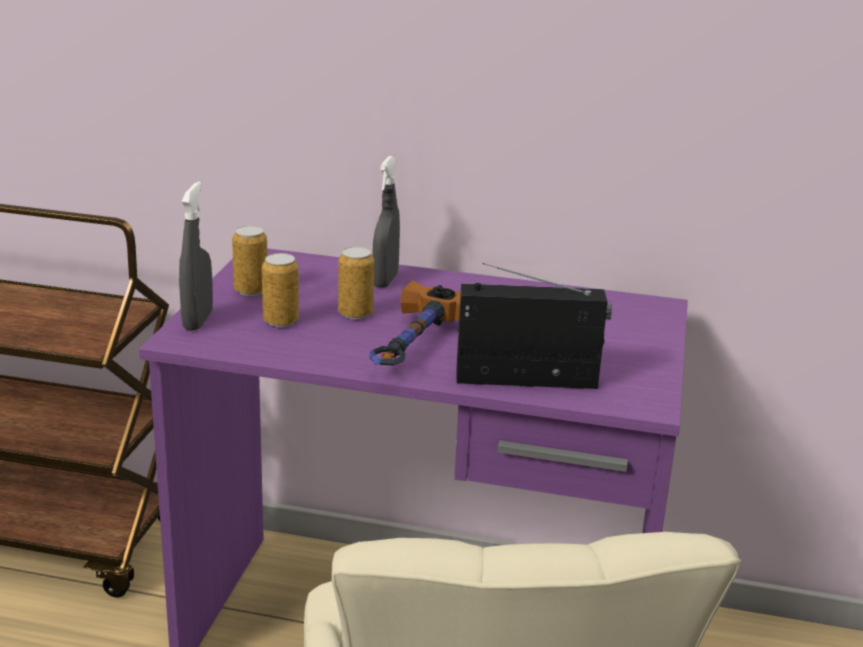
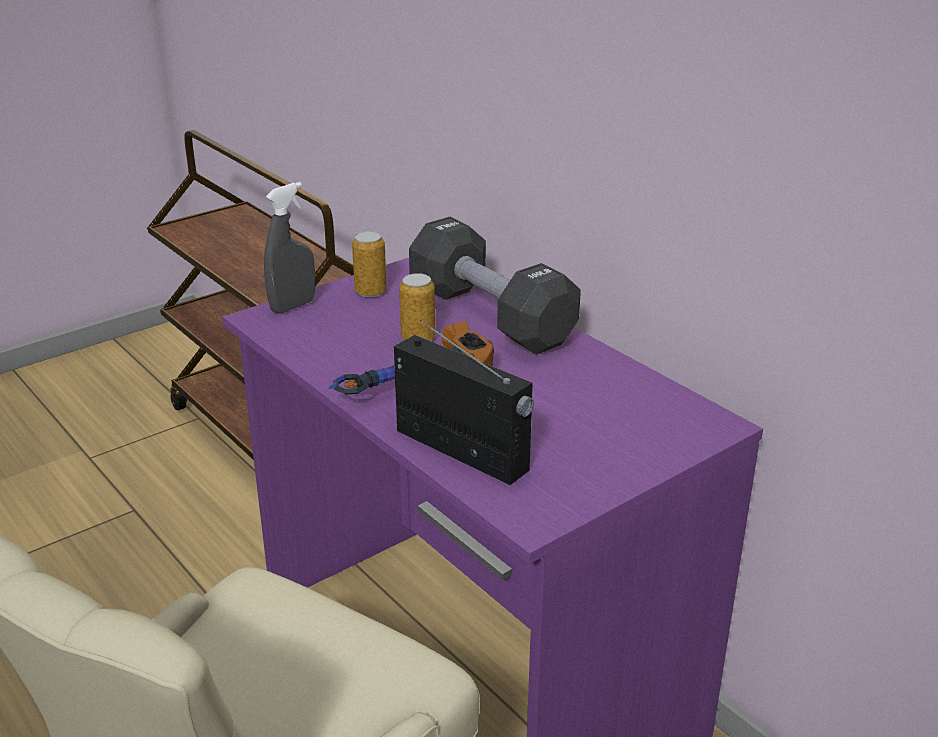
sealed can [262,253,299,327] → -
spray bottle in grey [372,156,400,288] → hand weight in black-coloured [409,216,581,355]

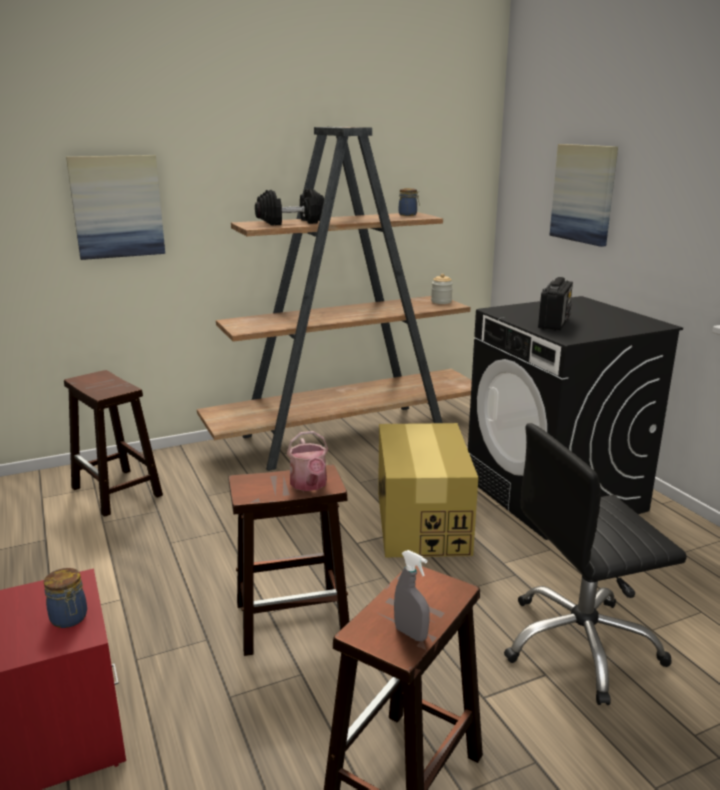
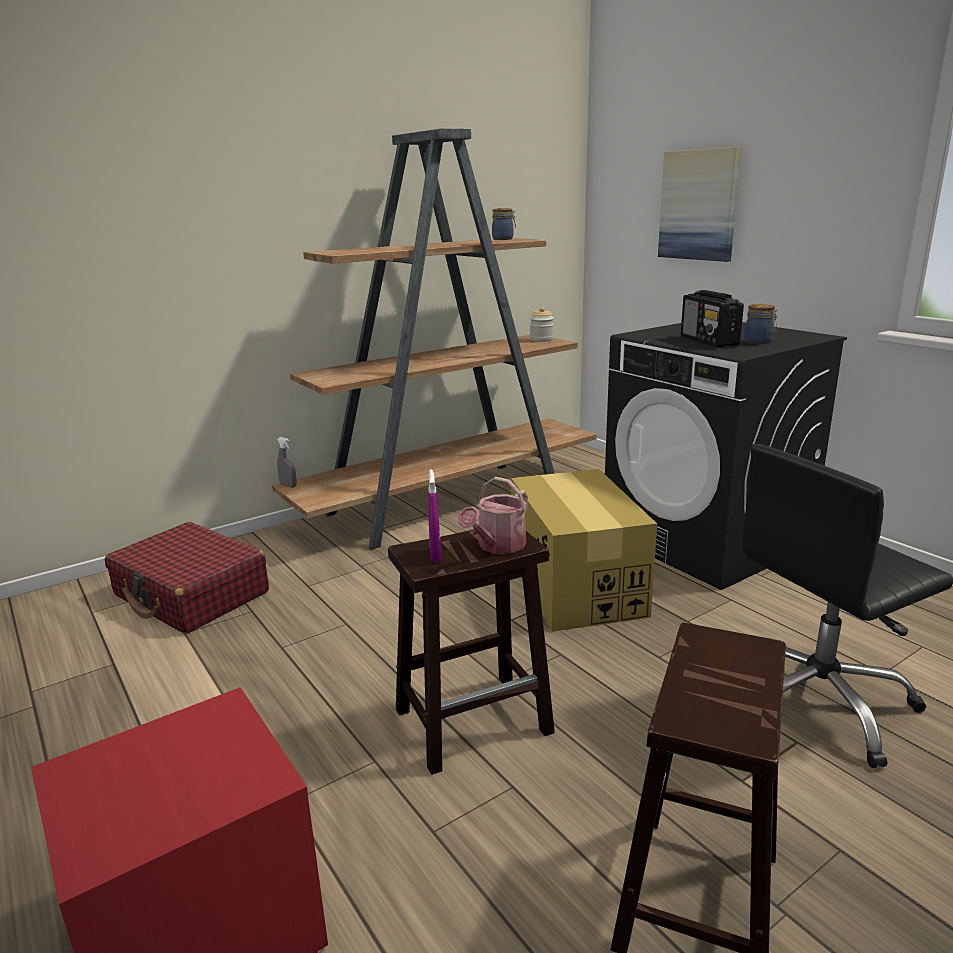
wall picture [66,155,165,260] → -
hand weight in black-coloured [255,189,324,226] → -
- → spray bottle in purple-coloured [428,469,441,562]
preserve jar [44,568,87,628] → preserve jar [744,304,778,344], shifted
spray bottle in grey [394,550,430,641] → spray bottle in grey [277,437,297,488], shifted
stool in brown-coloured [64,370,163,517] → piece of luggage in red [105,522,269,634]
watering pot [287,431,328,491] → watering pot [458,477,528,554], 60 degrees clockwise
radio receiver [538,277,573,331] → radio receiver [681,290,744,348], 150 degrees clockwise

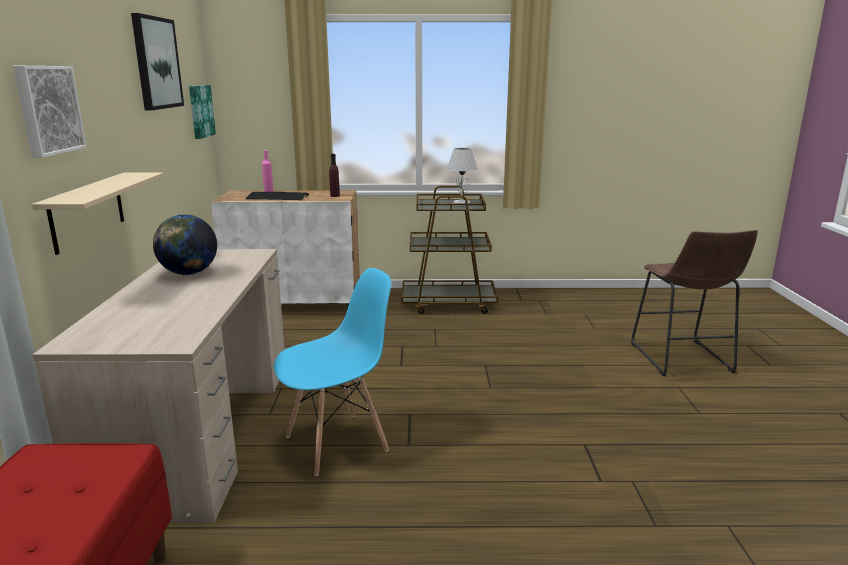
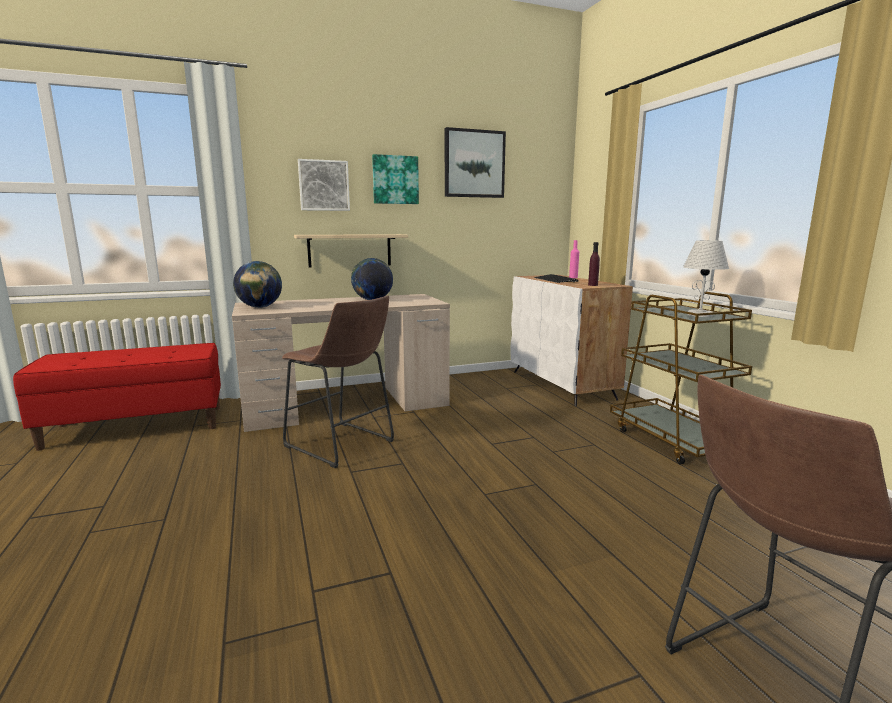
- → globe [233,261,282,308]
wall picture [189,85,216,139] → wall picture [372,154,419,204], shifted
upright chair in blue [274,268,391,476] → stool in brown-coloured [282,295,394,468]

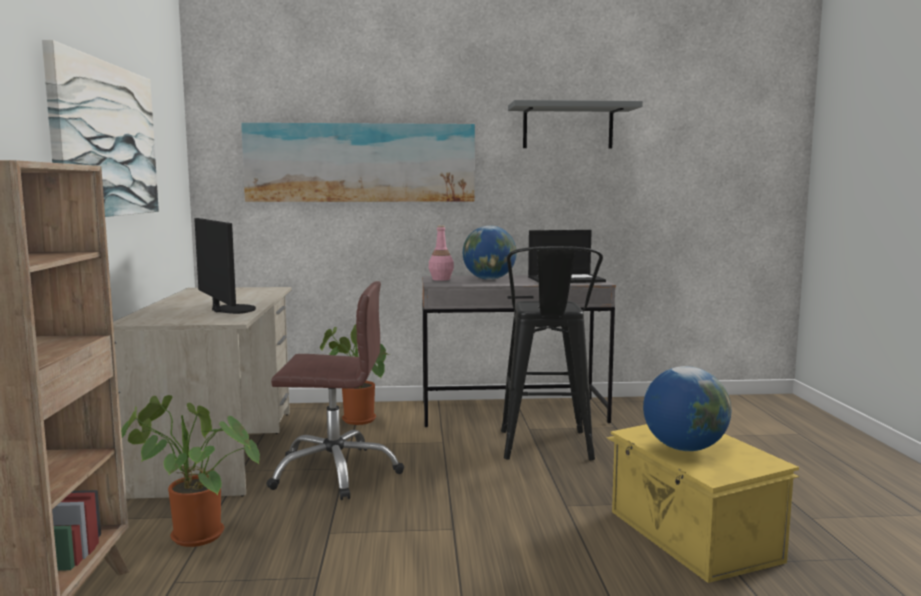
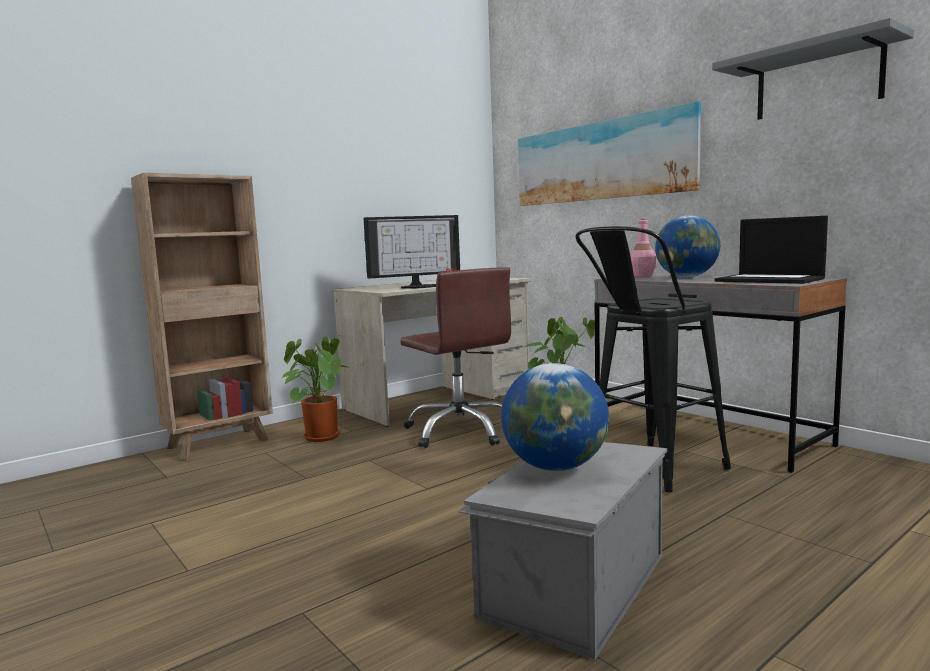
wall picture [42,40,159,217] → -
storage box in yellowish [606,424,799,583] → storage box in grey [458,442,667,660]
monitor [194,218,256,314] → monitor [363,215,460,289], 45 degrees clockwise

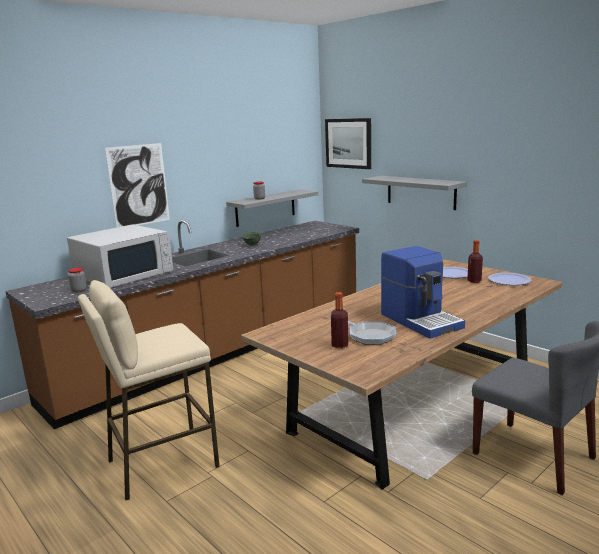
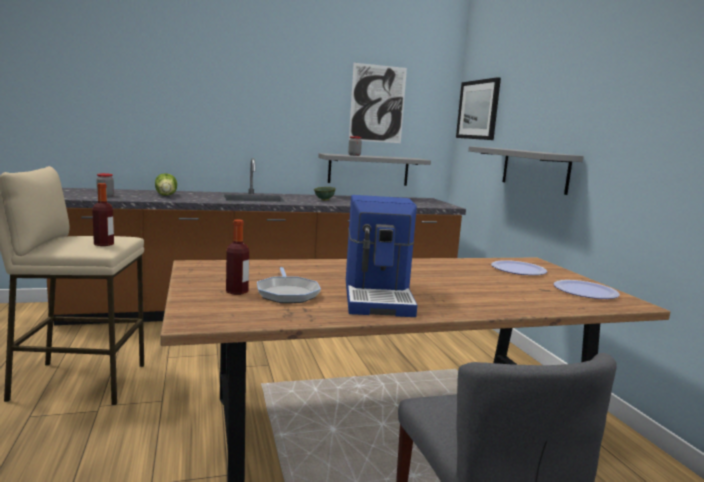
wall picture [105,143,170,228] → wall picture [349,63,407,143], shifted
drink bottle [467,240,483,283] → drink bottle [92,183,114,246], shifted
microwave in white [67,224,173,288] → head of lettuce [155,173,177,196]

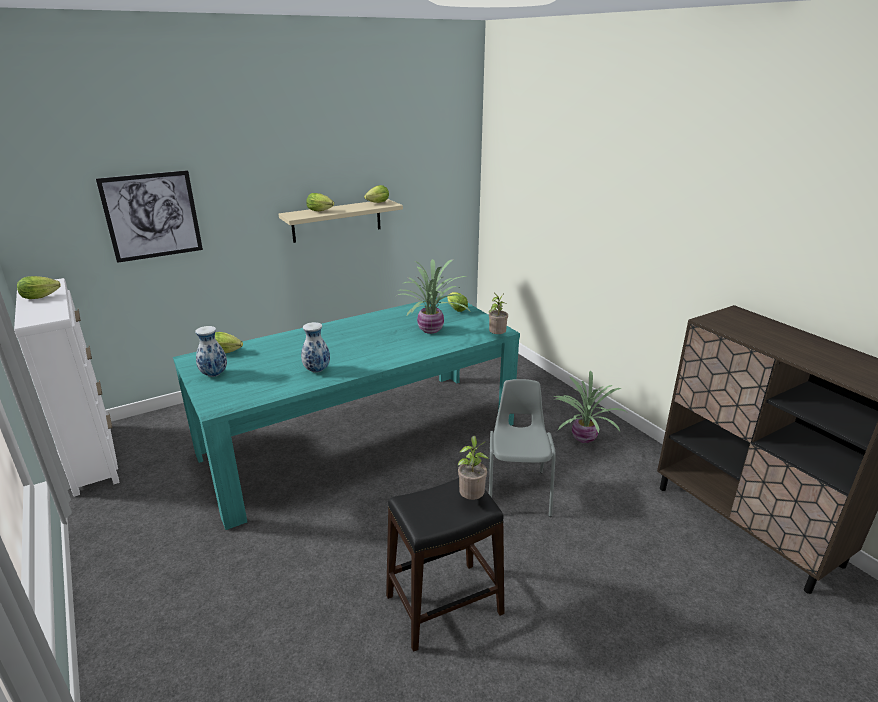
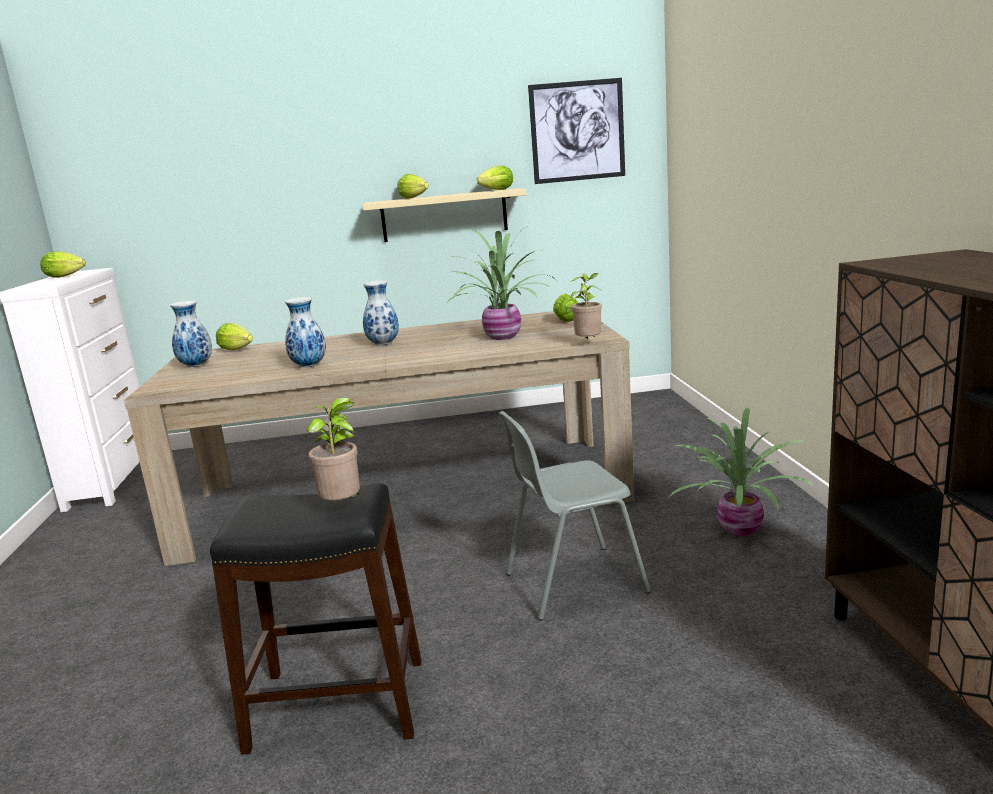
- → vase [363,281,399,345]
wall picture [96,170,203,263] → wall picture [528,78,625,184], shifted
dining table in turquoise [173,295,520,530] → dining table in beige [124,311,634,566]
upright chair in grey [489,379,556,517] → upright chair in grey [499,411,651,620], 135 degrees counterclockwise

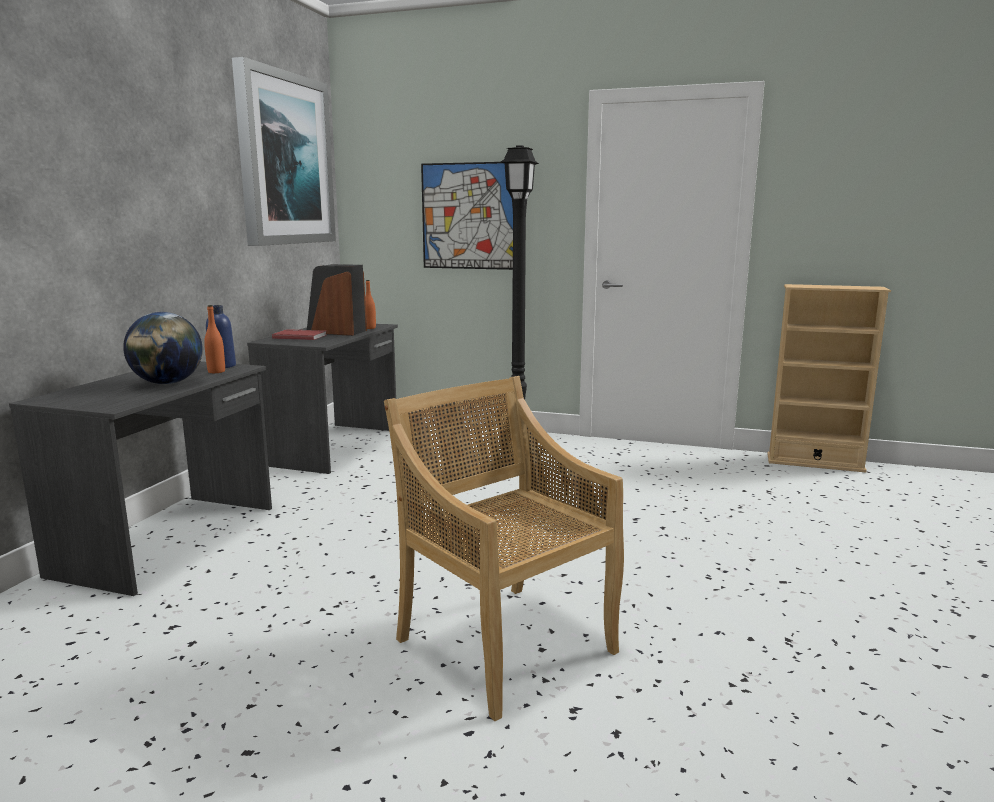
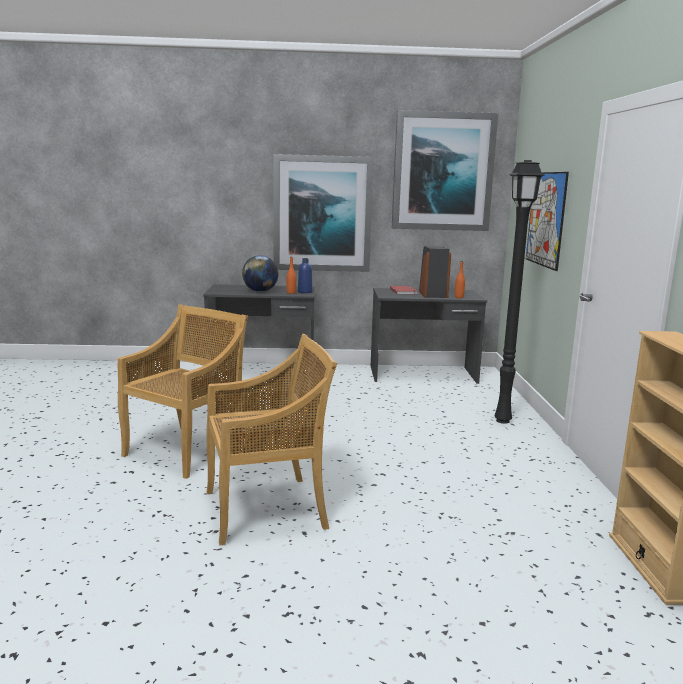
- → upright chair in beige [206,334,337,546]
- → wall picture [273,154,374,272]

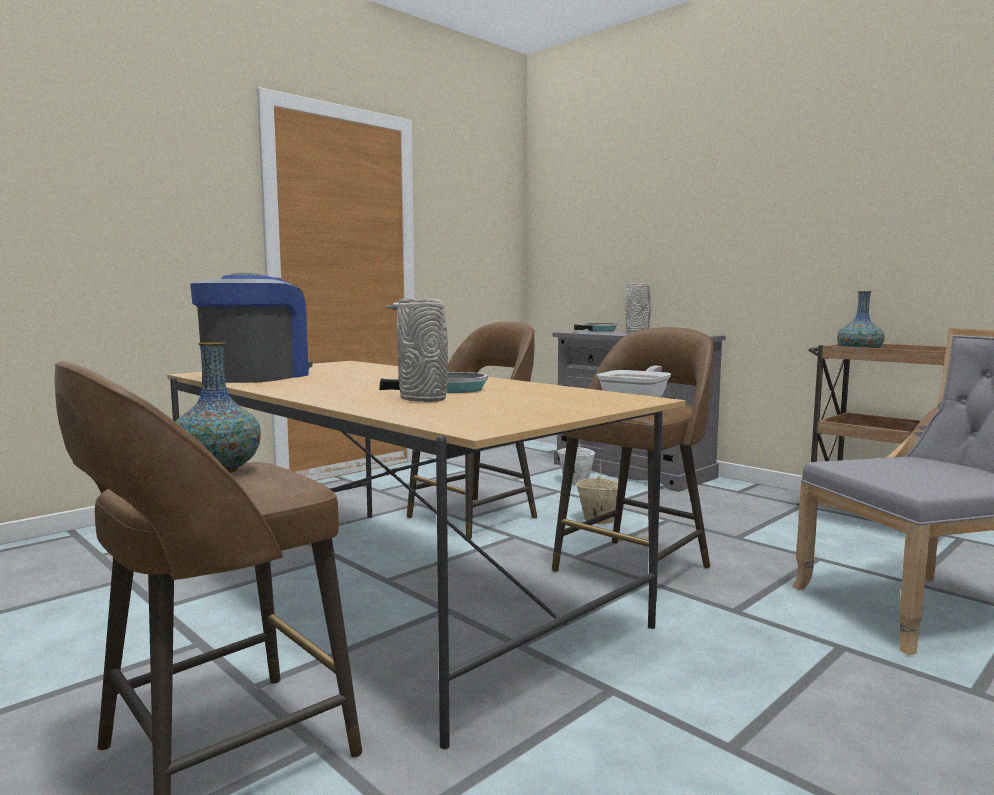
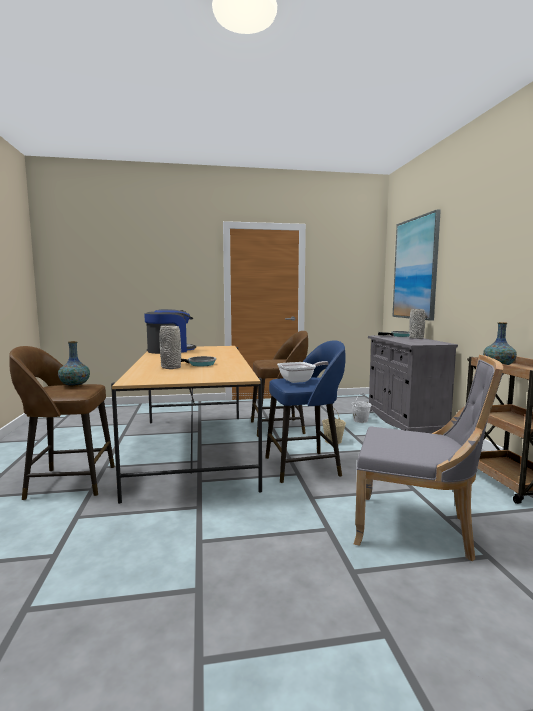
- → wall picture [392,209,441,321]
stool in brown-coloured [552,327,713,602] → stool in blue [265,340,346,483]

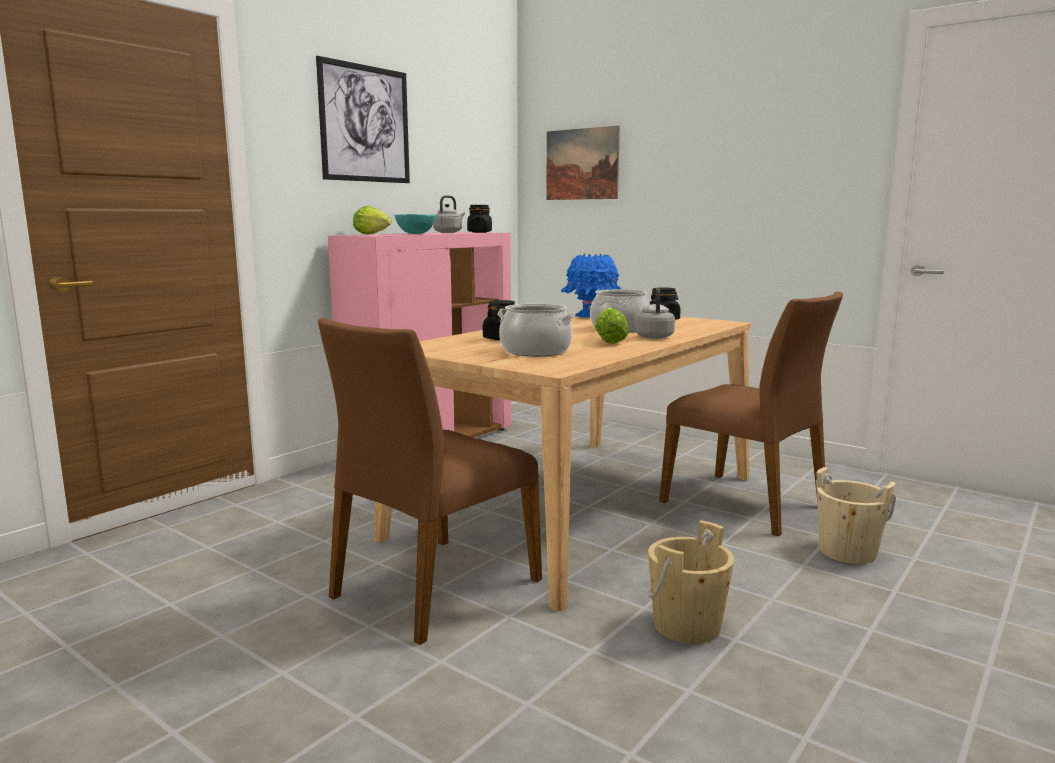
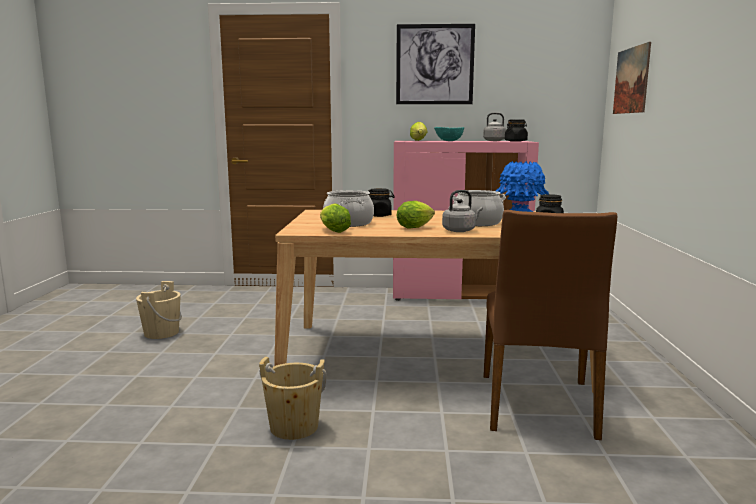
upright chair in brown-coloured [318,317,542,645] → -
- → head of lettuce [320,204,351,233]
pail in beige [816,467,896,564] → pail in beige [136,281,182,339], shifted

